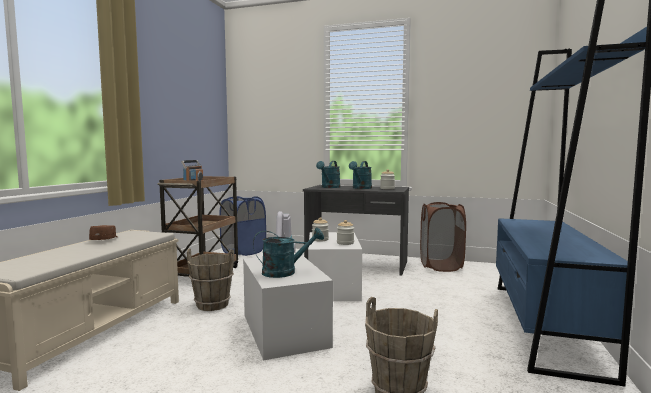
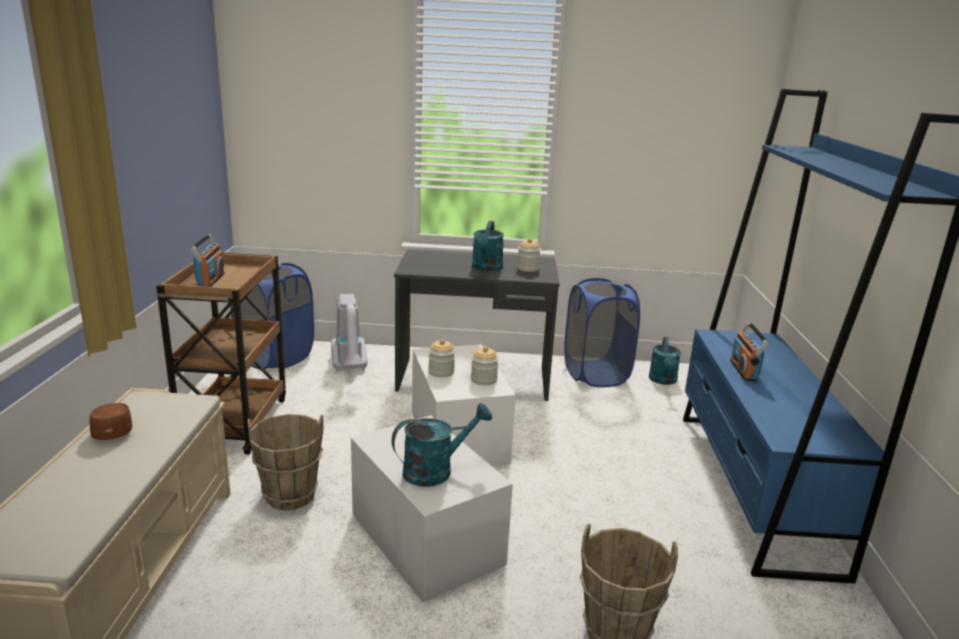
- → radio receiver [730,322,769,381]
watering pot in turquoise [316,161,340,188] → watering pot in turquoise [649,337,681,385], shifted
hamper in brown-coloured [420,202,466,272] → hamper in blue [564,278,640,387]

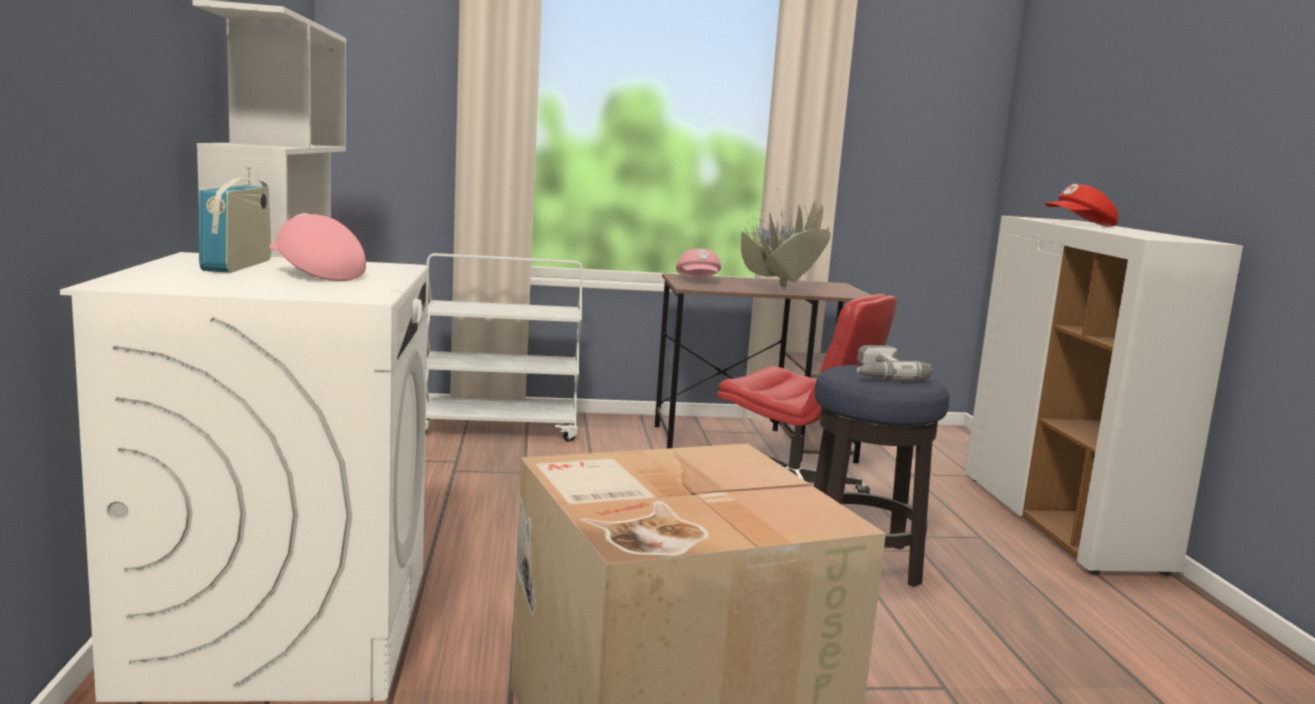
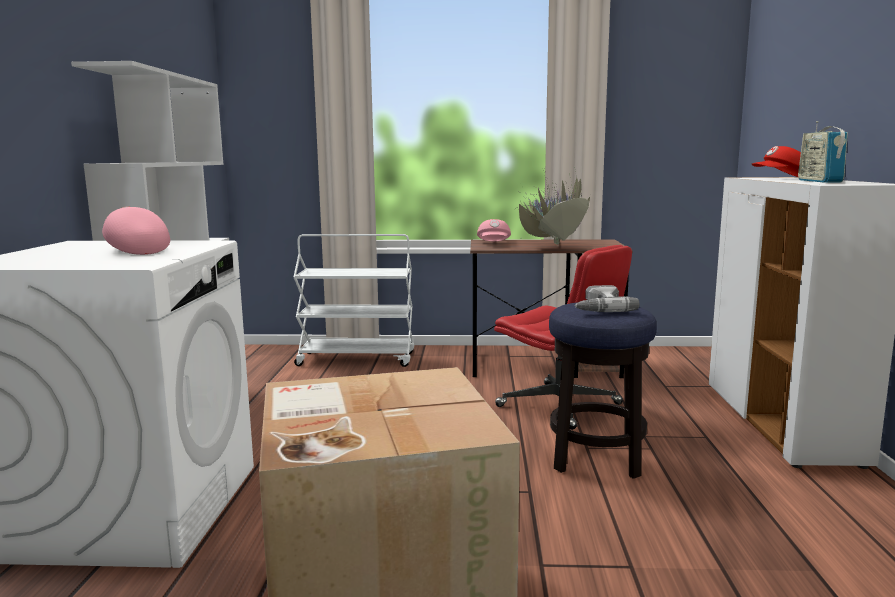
radio receiver [199,167,272,273] → radio receiver [798,121,848,183], shifted

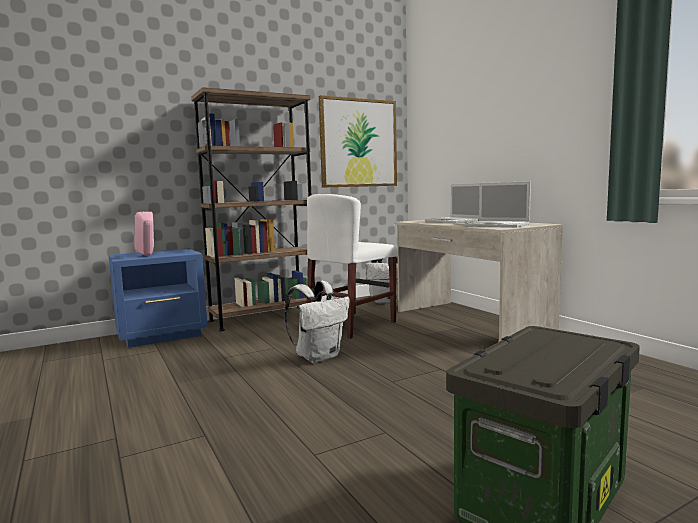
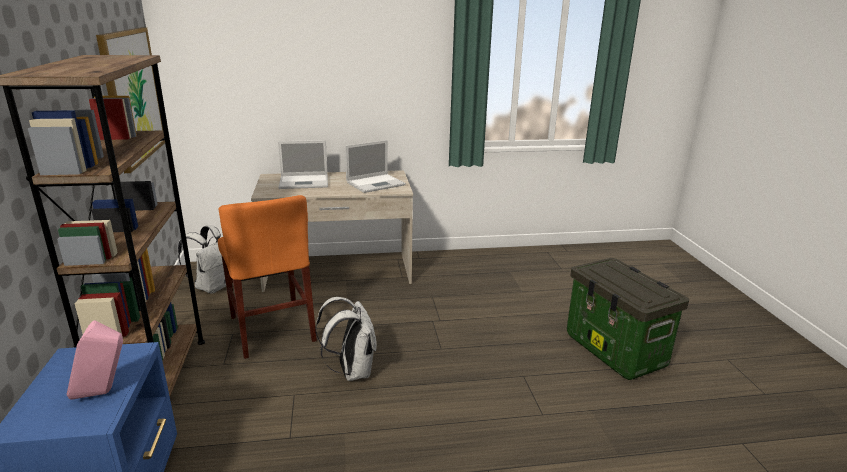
upright chair in white [307,194,399,339] → upright chair in orange [218,195,317,359]

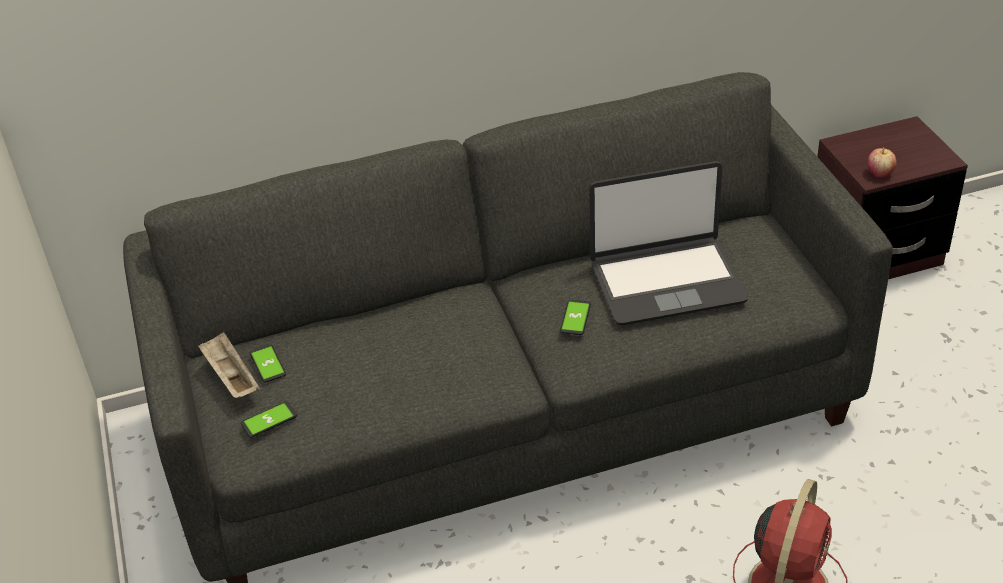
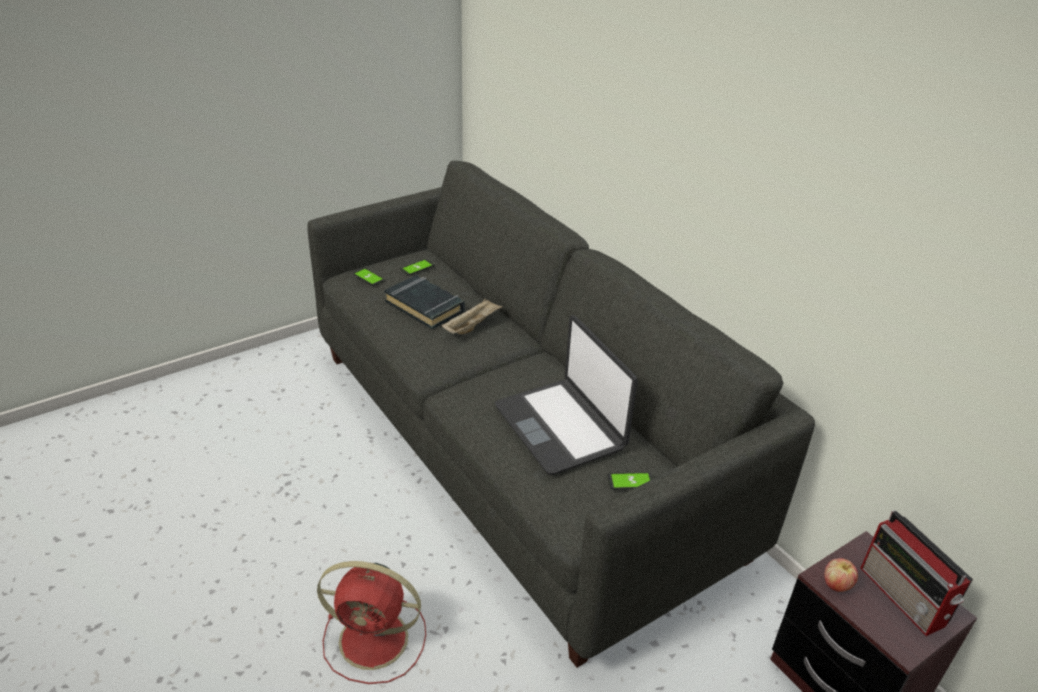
- → volume in black-coloured [384,275,465,329]
- → radio receiver [860,510,973,636]
tray in beige [198,332,260,398] → tray in beige [442,298,503,334], shifted
telephone [560,300,591,335] → telephone [608,472,653,490], shifted

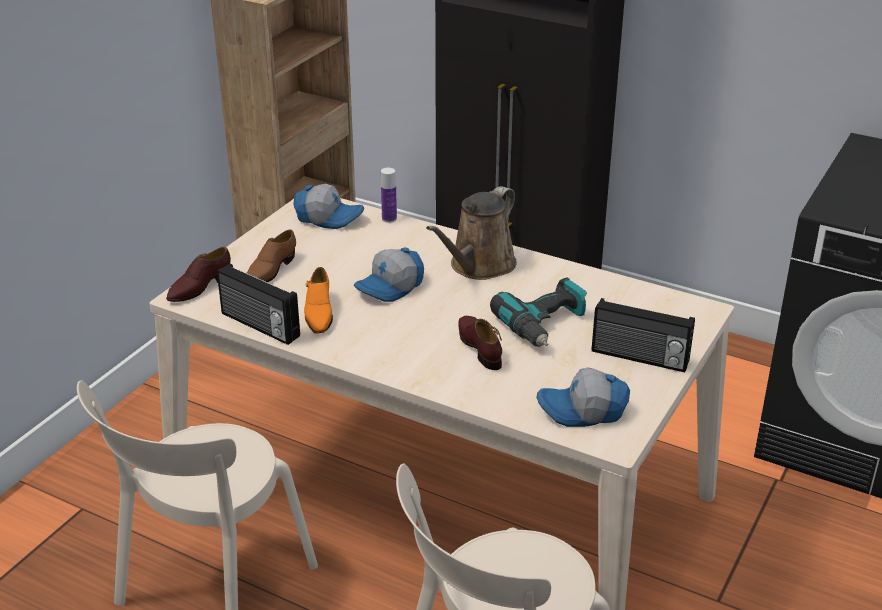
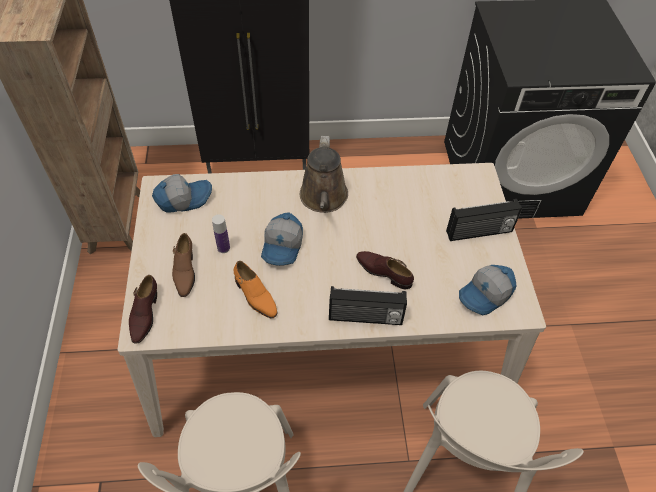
electric drill [490,277,587,347] → -
radio receiver [217,264,300,345] → radio receiver [329,286,407,325], shifted
drink bottle [381,168,397,223] → drink bottle [212,214,230,253], shifted

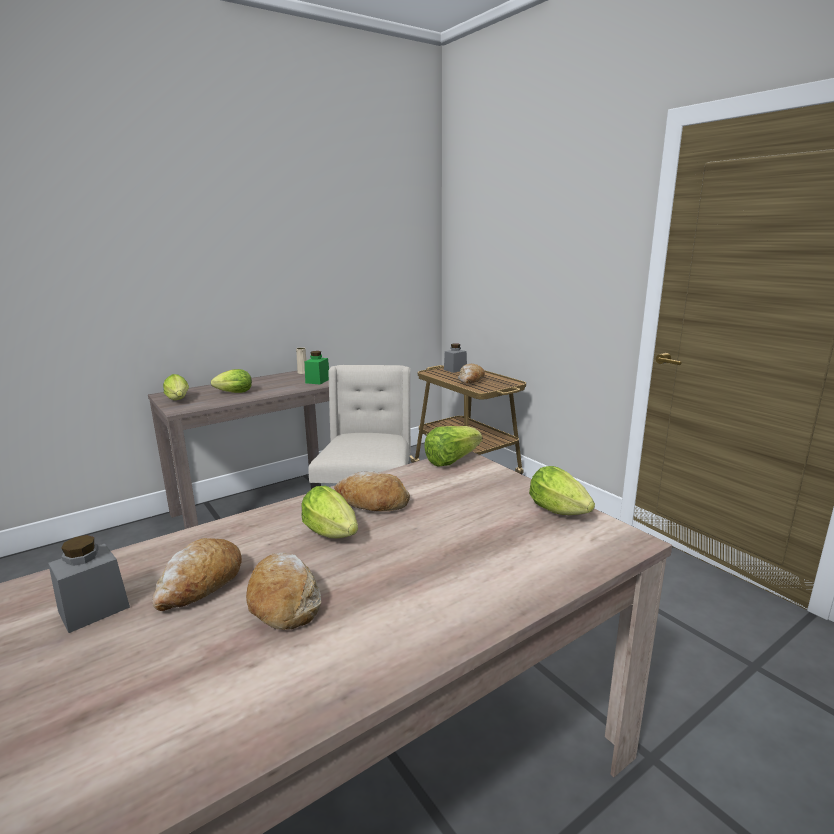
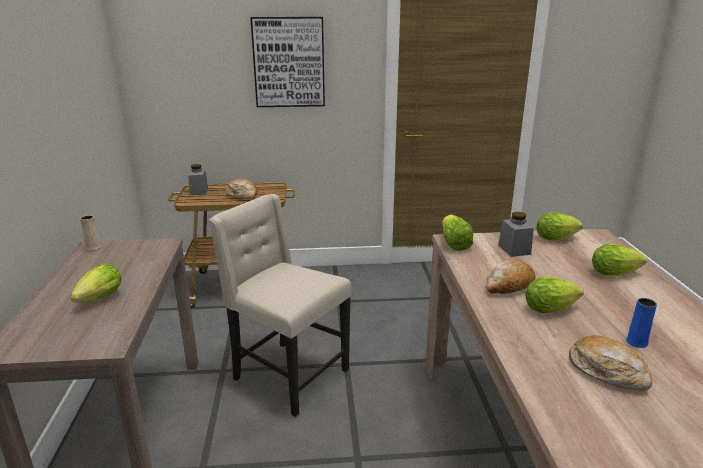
preserve jar in green-coloured [305,351,329,385] → -
- → wall picture [250,17,325,107]
preserve jar in grey [48,535,130,633] → preserve jar in grey [498,212,534,257], shifted
head of lettuce [163,374,189,400] → head of lettuce [592,244,647,276], shifted
baked bread [246,553,321,630] → vase in blue [626,298,657,348]

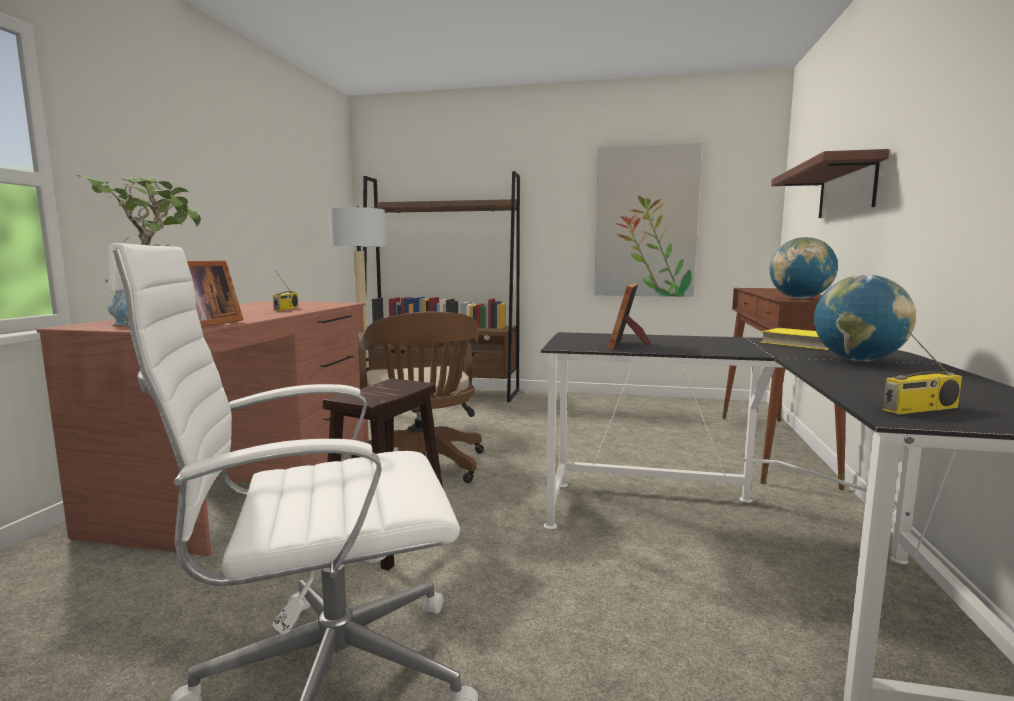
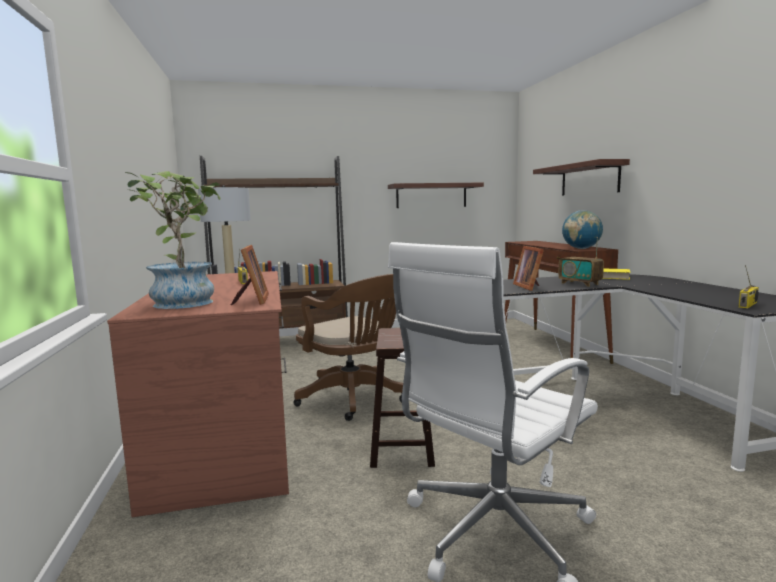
globe [814,275,916,361] → -
- → radio receiver [558,237,604,287]
wall picture [594,143,702,297] → shelf [388,182,484,208]

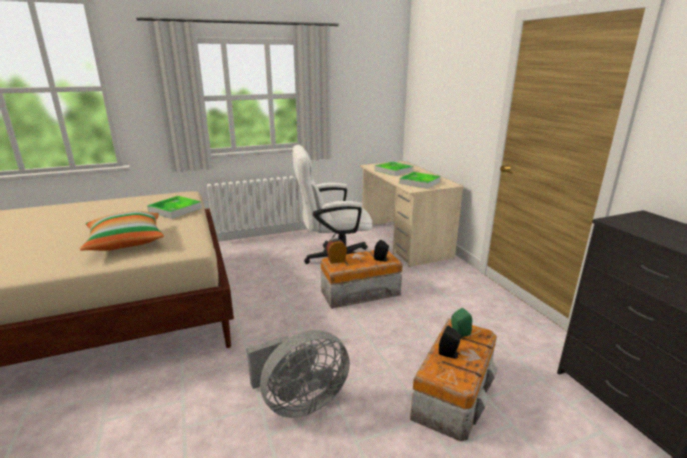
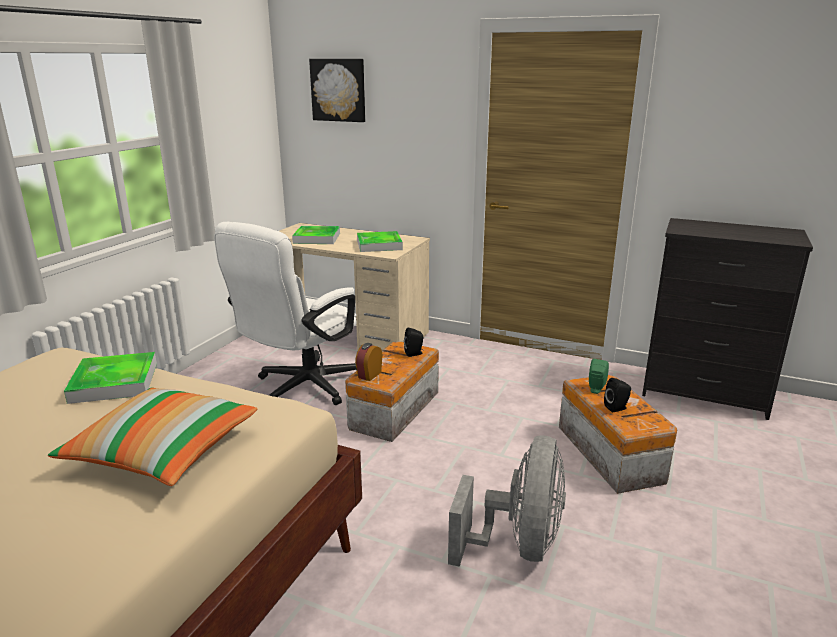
- → wall picture [309,59,365,122]

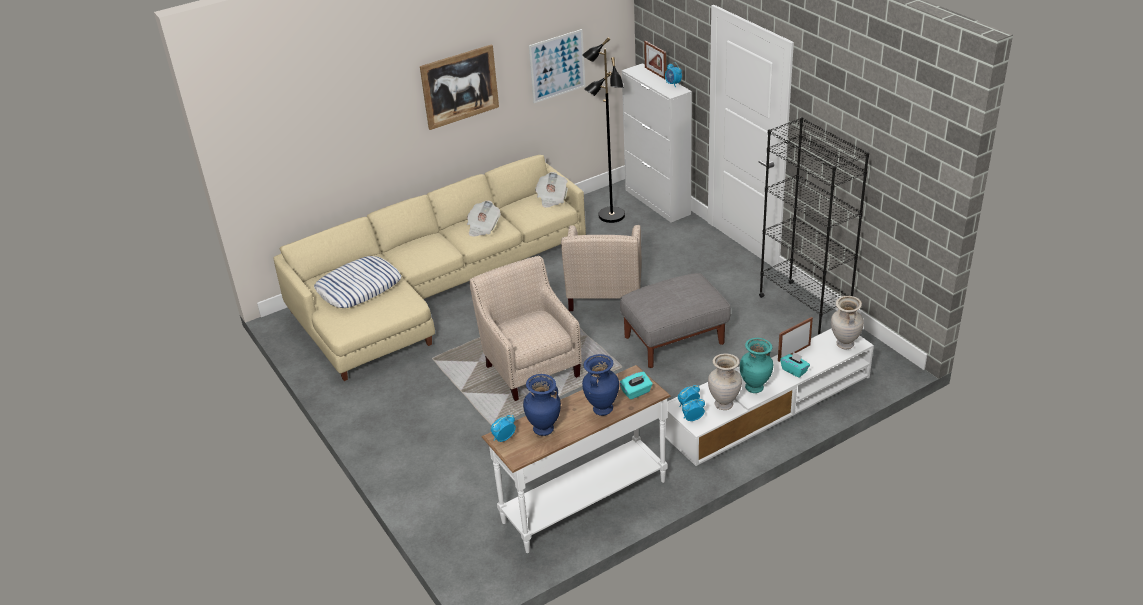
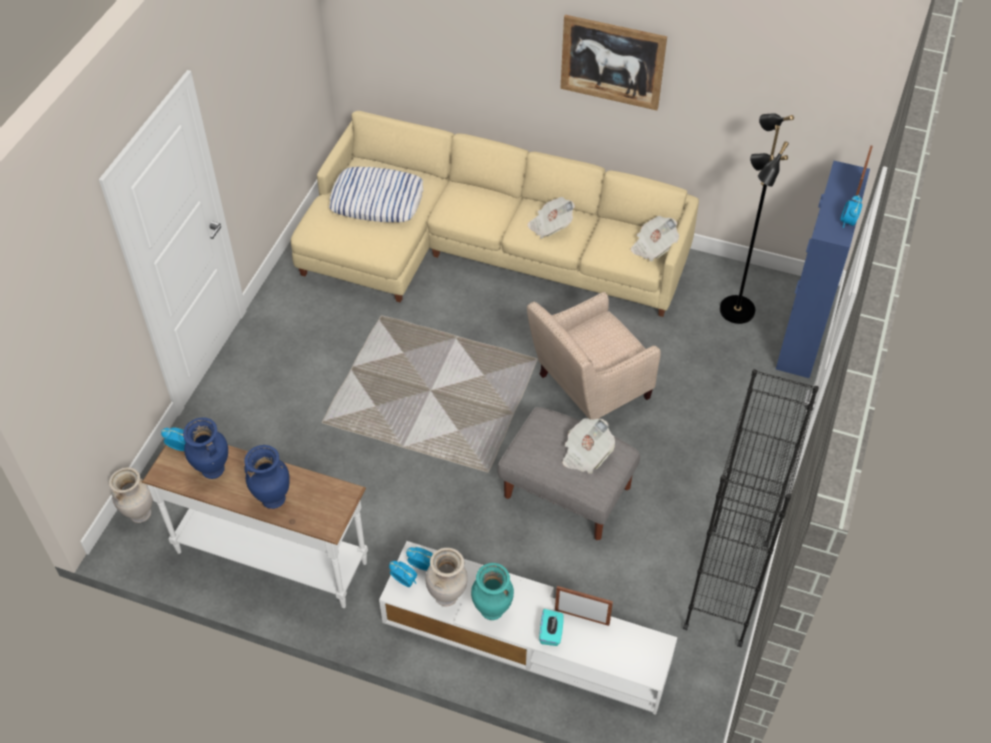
armchair in beige [469,256,582,401] → -
wall picture [529,29,585,103] → -
tissue box in turquoise [620,372,652,400] → -
- → printed paper [562,418,615,473]
vase in beige [831,296,864,350] → vase in beige [109,467,153,523], shifted
cabinet in white [622,63,692,222] → cabinet in blue [776,161,870,378]

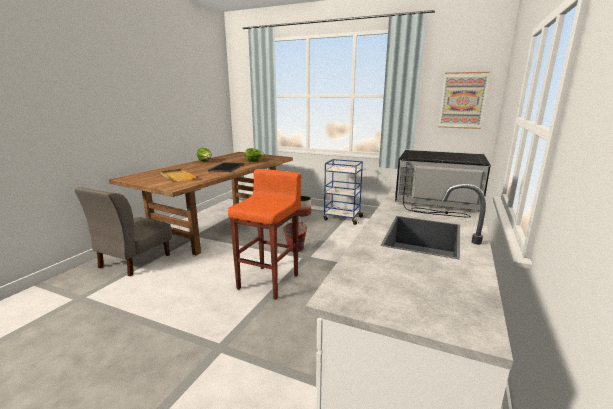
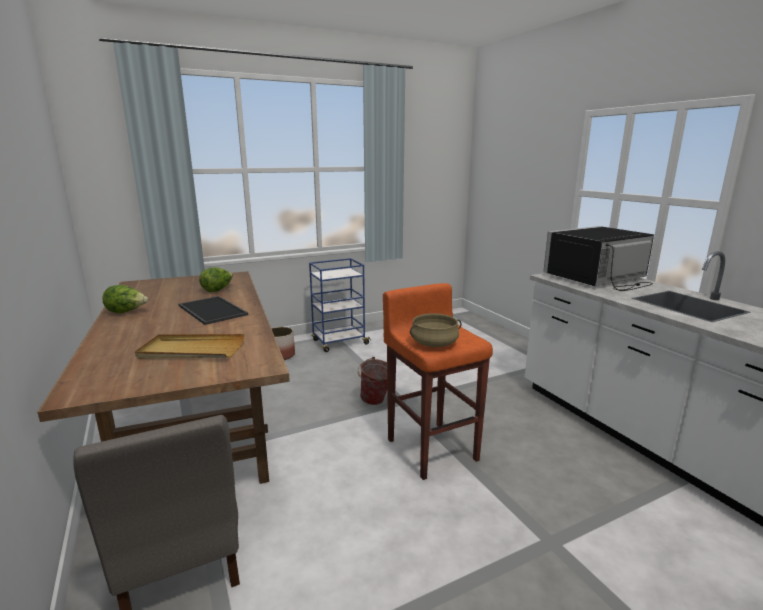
wall picture [438,72,490,129] → -
- → saucepot in beige [410,313,462,347]

